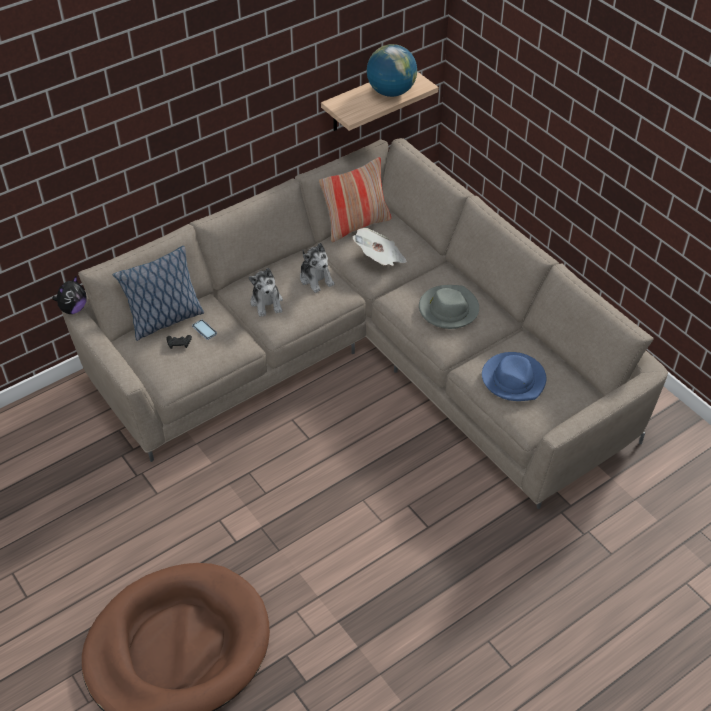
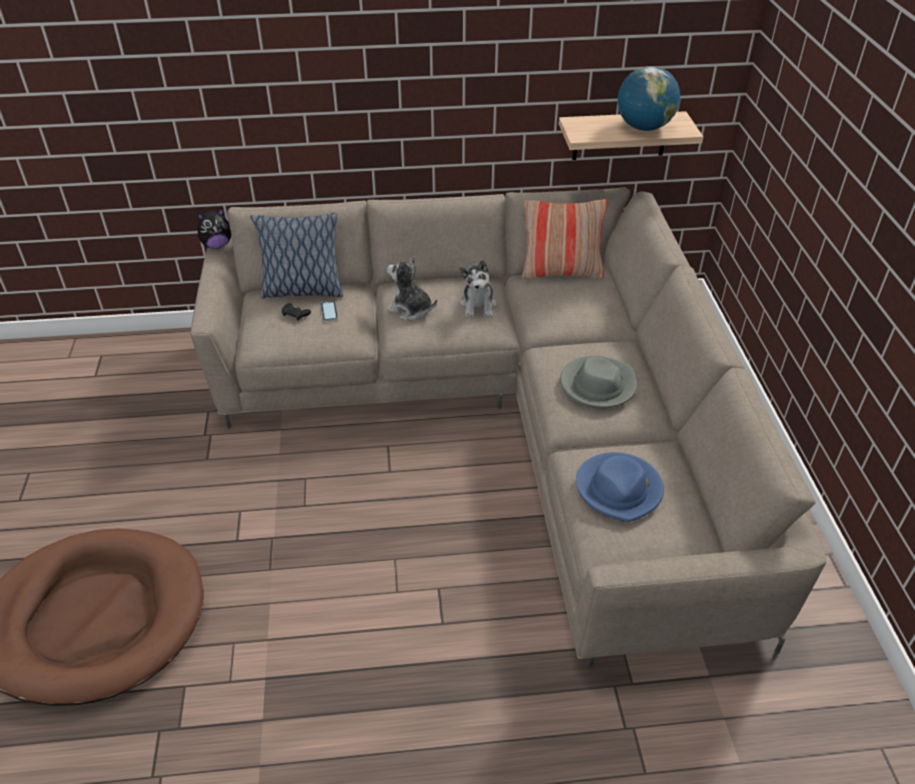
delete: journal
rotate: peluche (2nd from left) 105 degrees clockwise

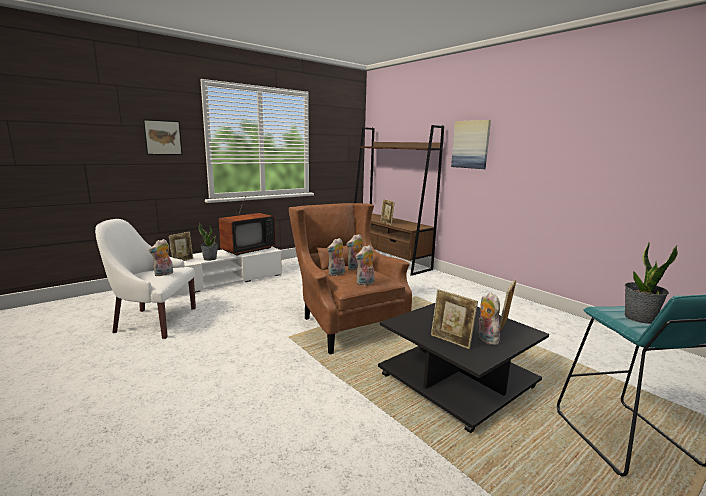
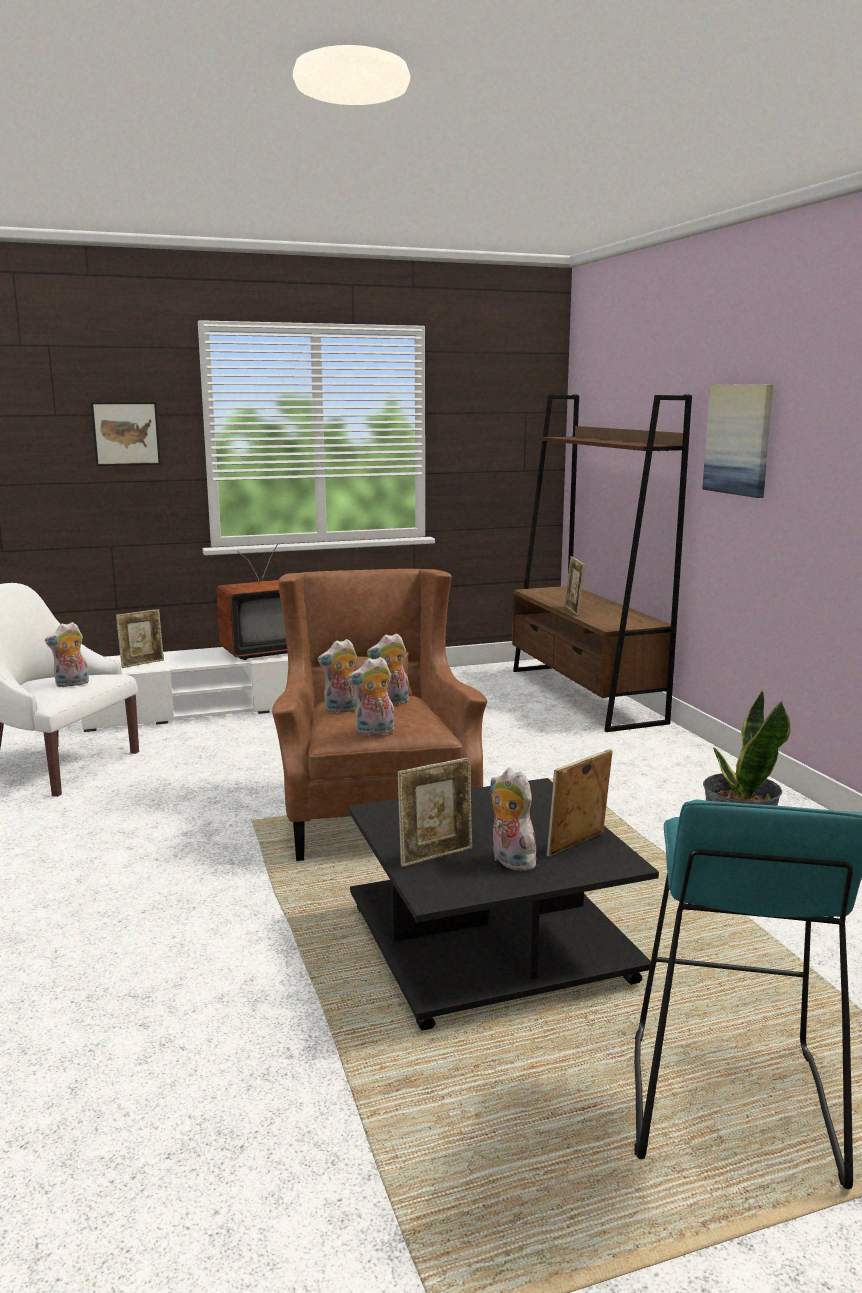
delete: plante en pot (1st from left)
rotate: cadre photo (3rd from left in the first image) 90 degrees counterclockwise; peluche (5th from left) 45 degrees counterclockwise

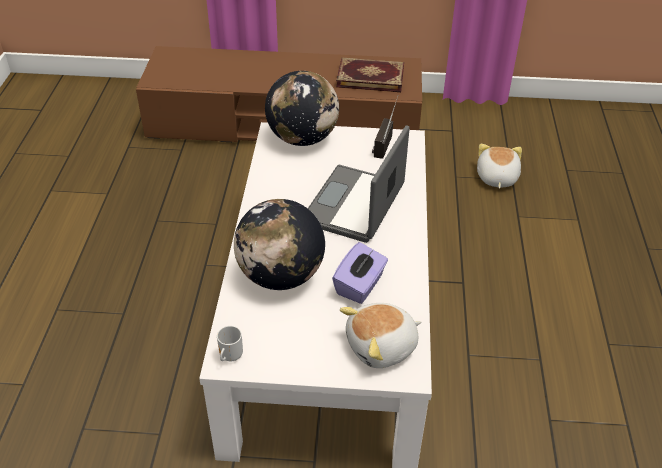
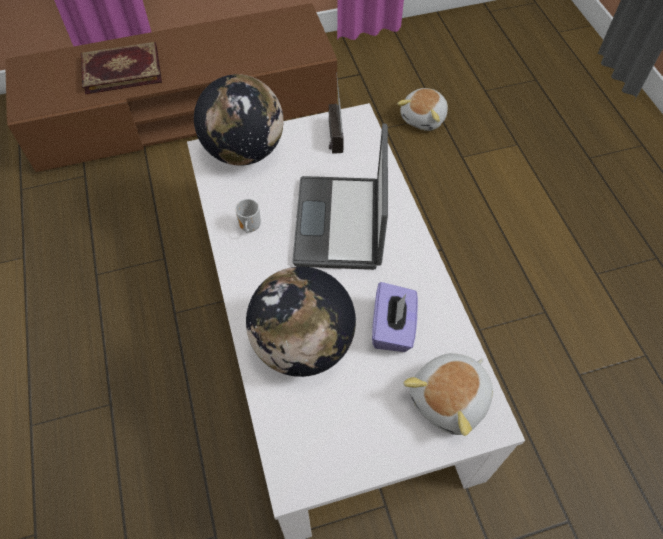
move: mug; livre
rotate: peluche (2nd from left in the first image) 135 degrees counterclockwise

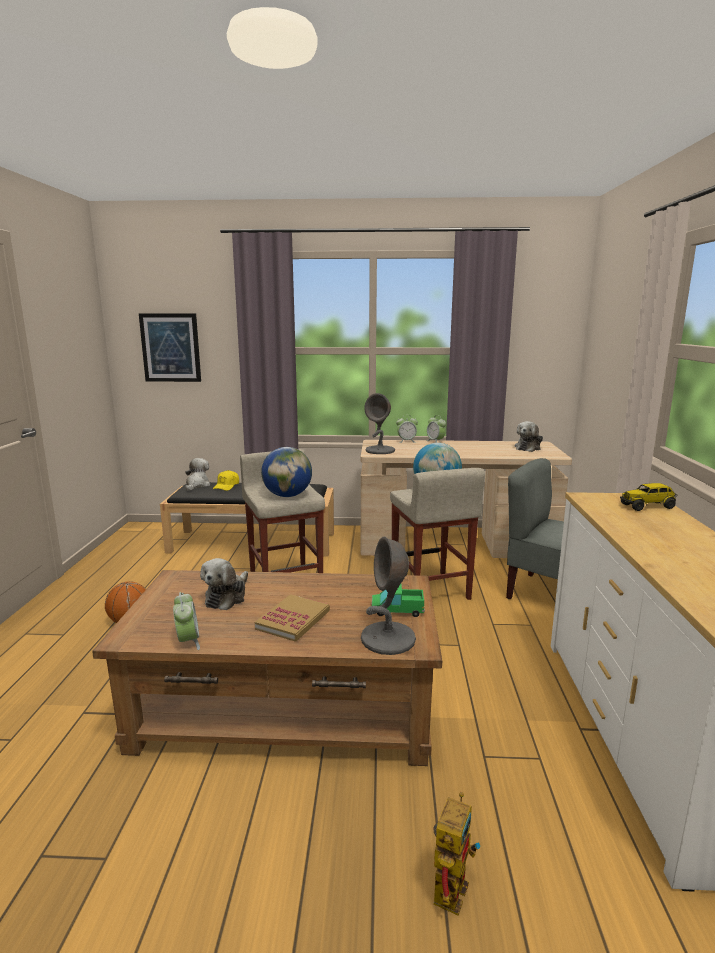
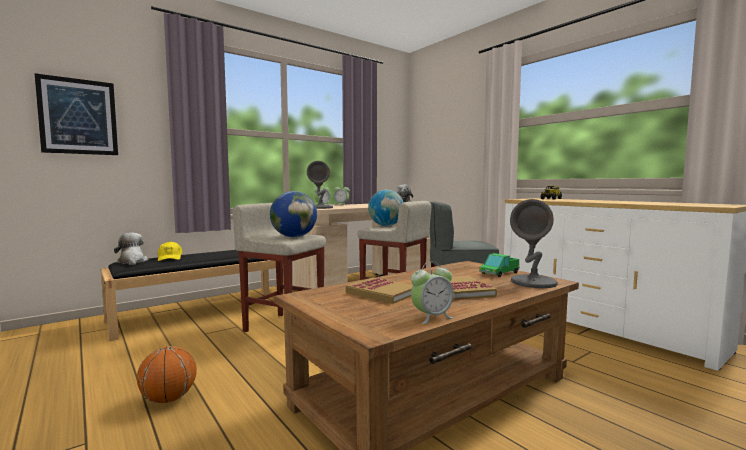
delete: robot jouet
replace: peluche (2nd from left) to livre (1st from left)
rotate: réveil (1st from left in the first image) 120 degrees clockwise

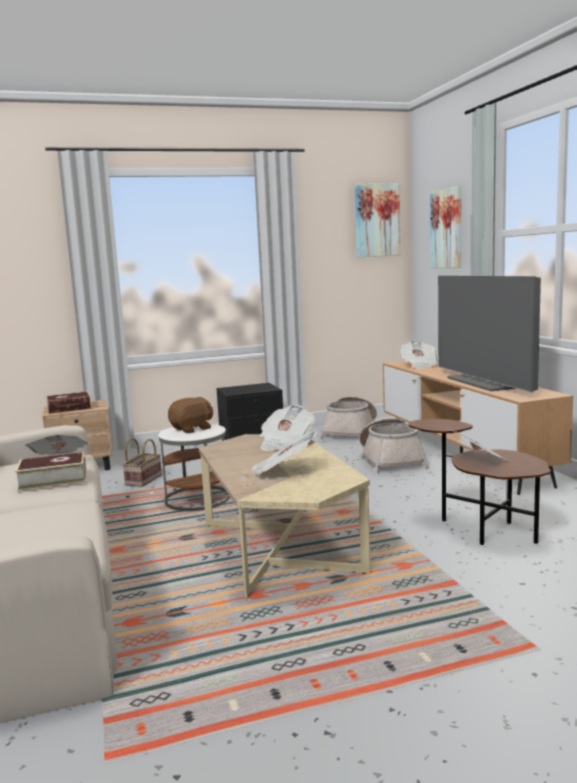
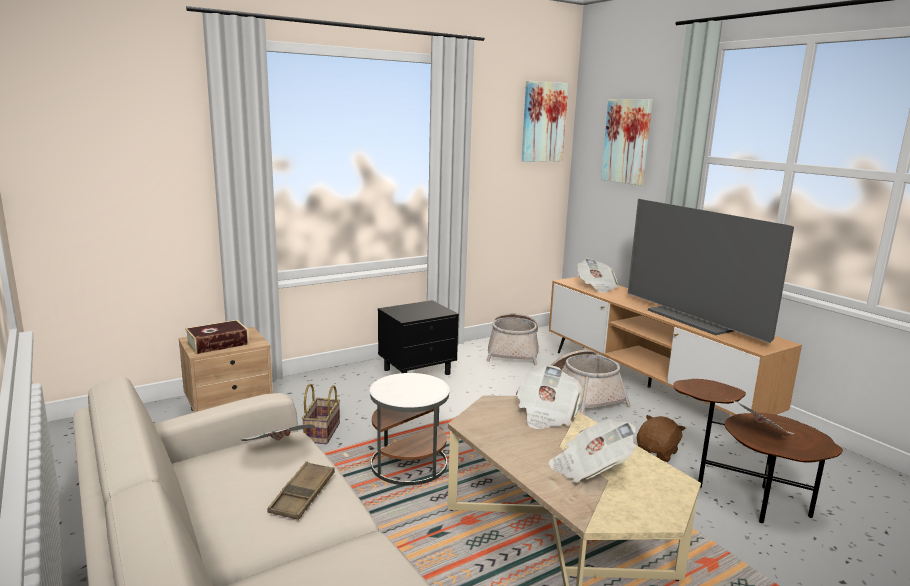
move: peluche [marron]
replace: livre (1st from left) to plateau [marron]

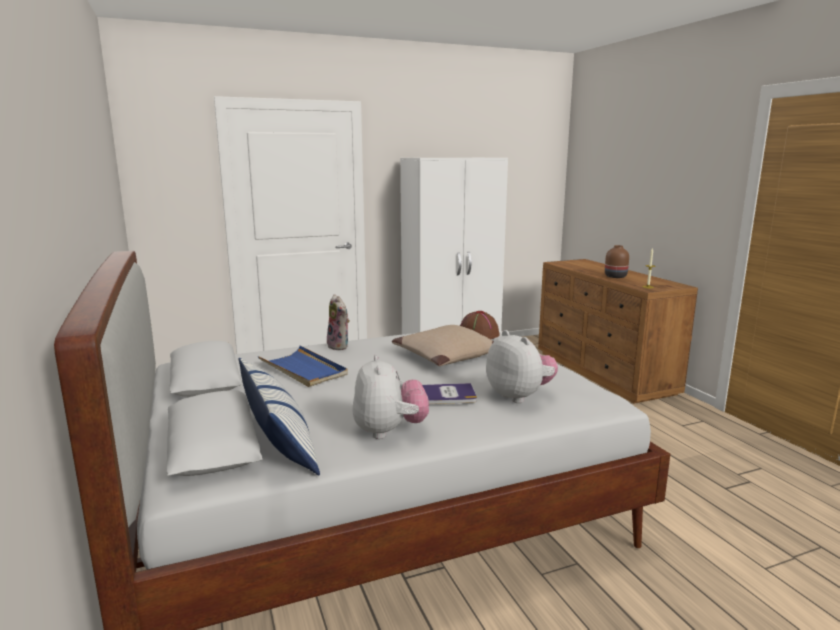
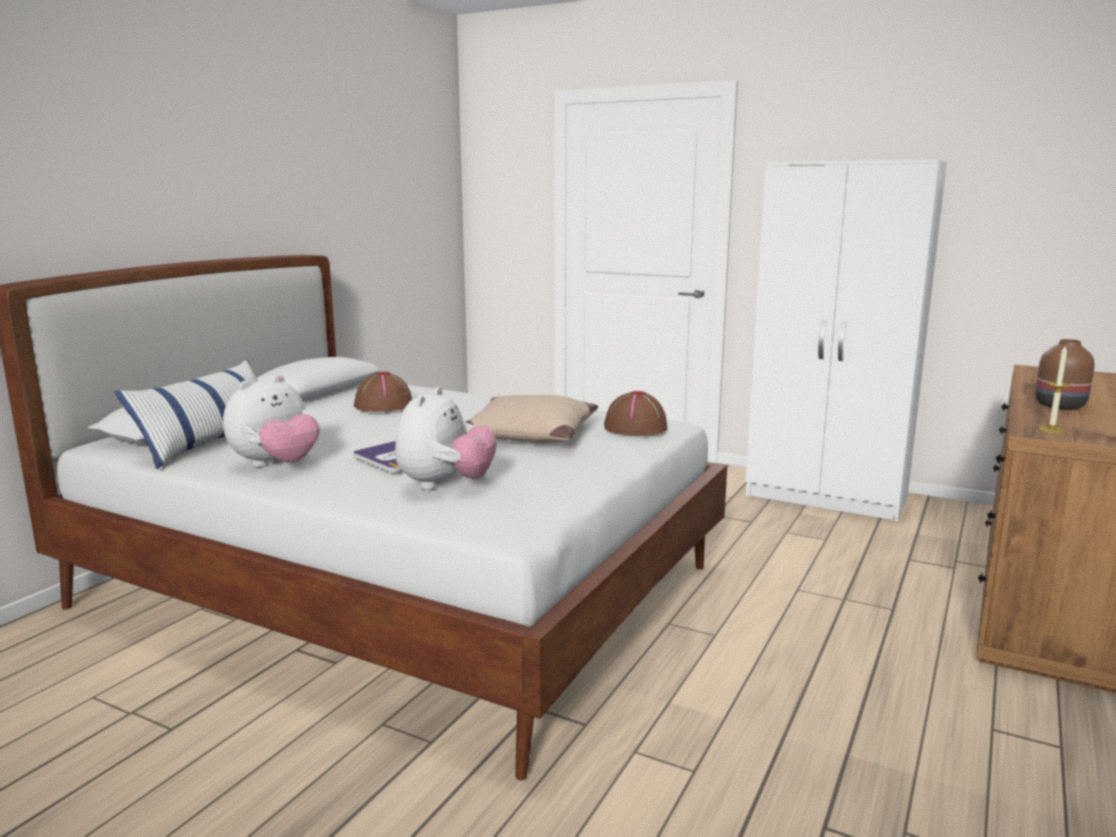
delete: peluche (1st from left)
replace: plateau [bleu] to chapeau [marron] (1st from left)

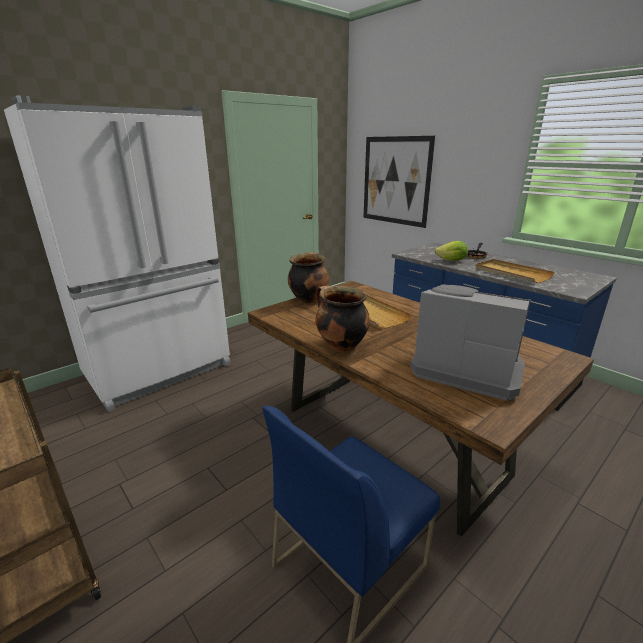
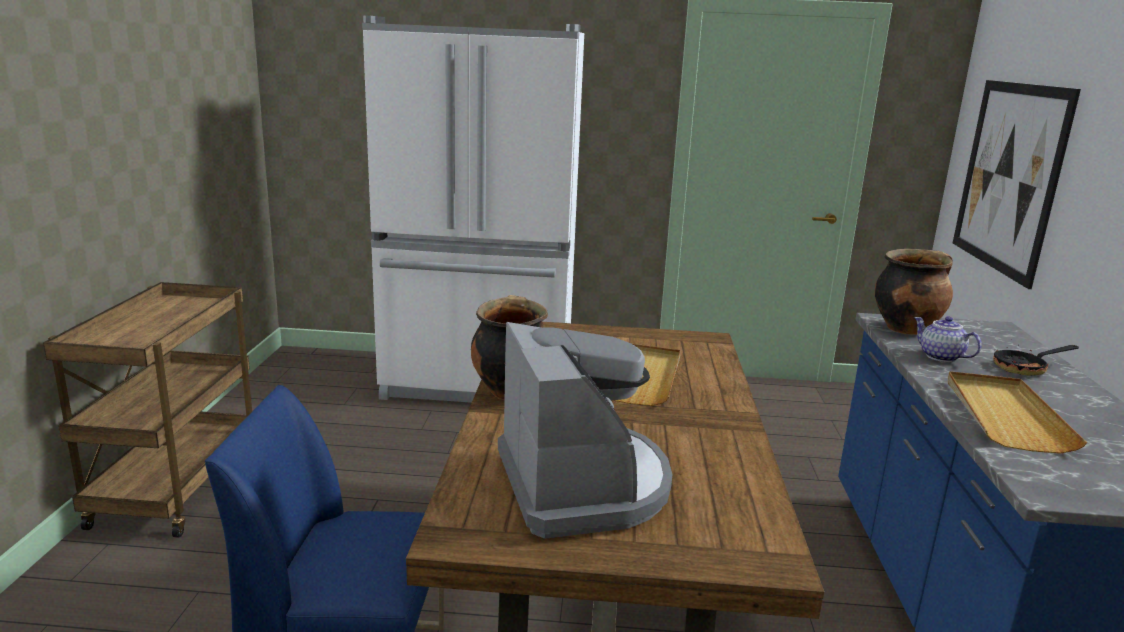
move: marmite (1st from left in the first image) to marmite (2nd from left)
replace: laitue to théière

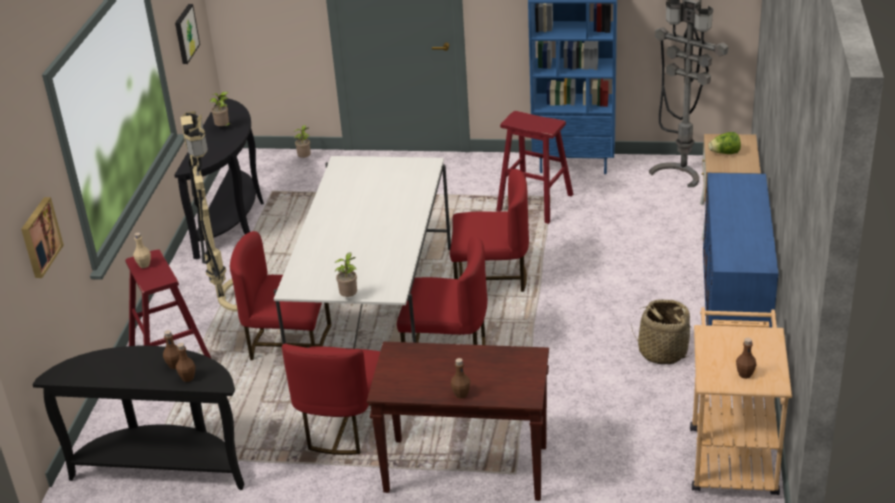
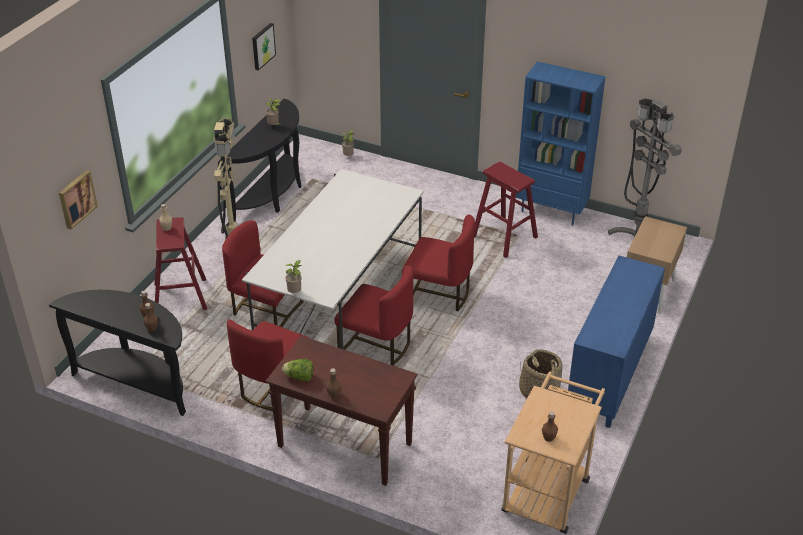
move: laitue

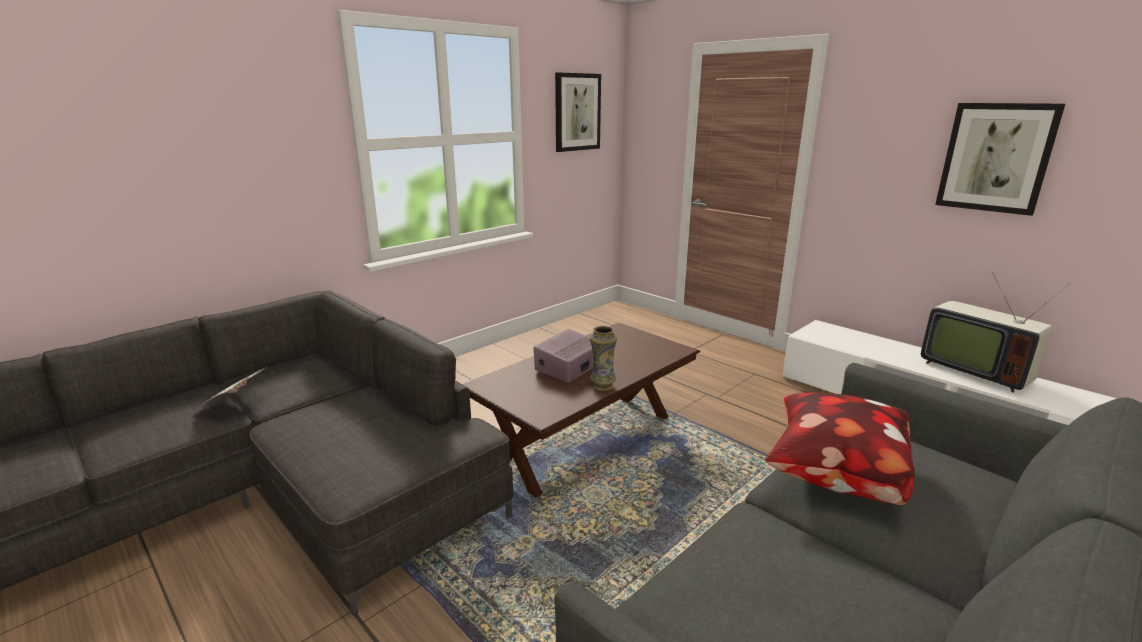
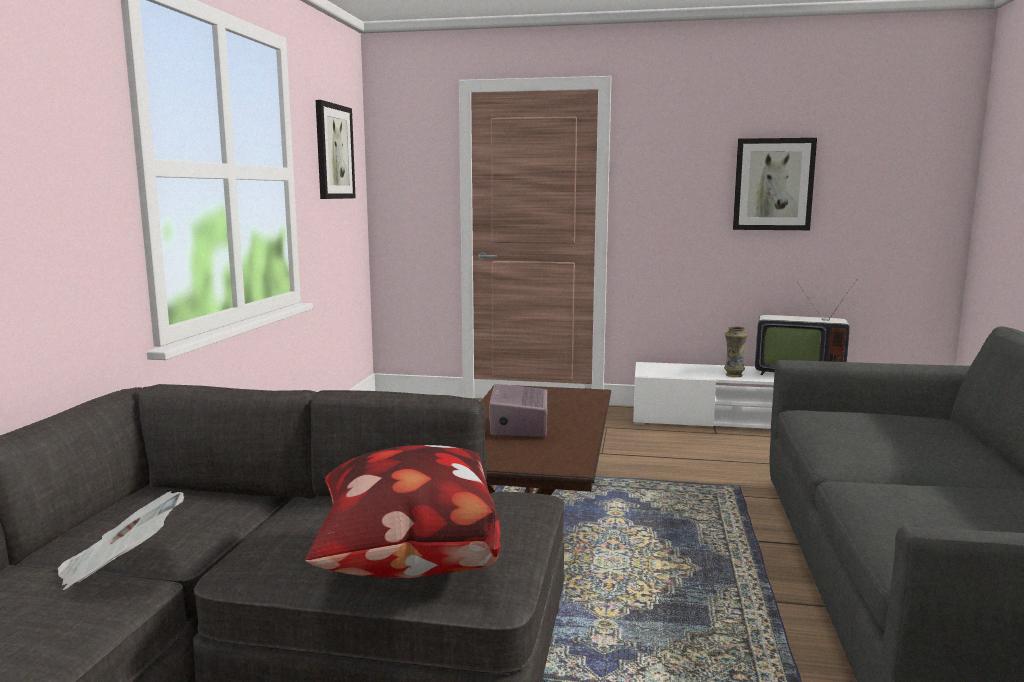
move: vase; coussin

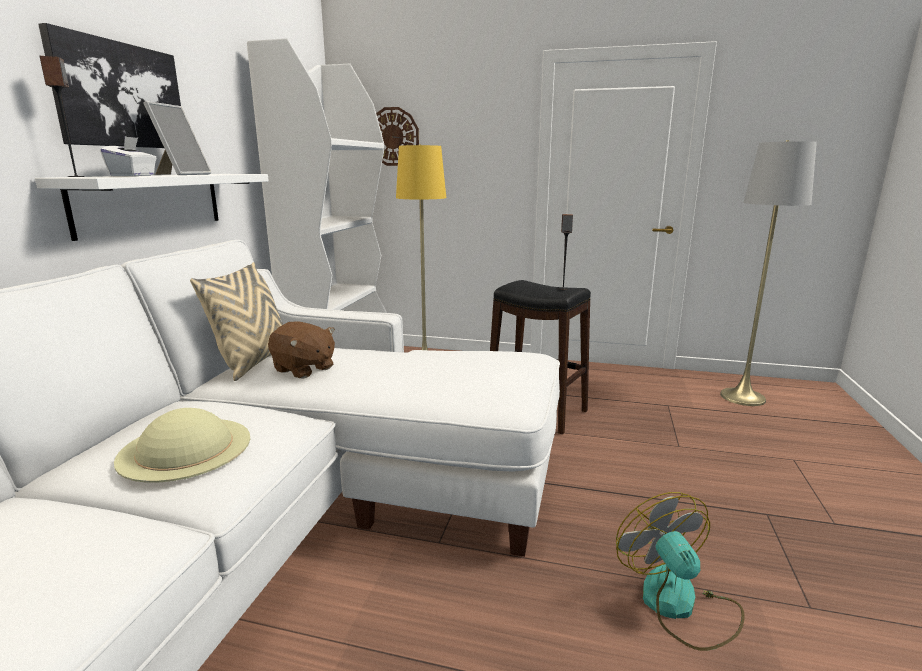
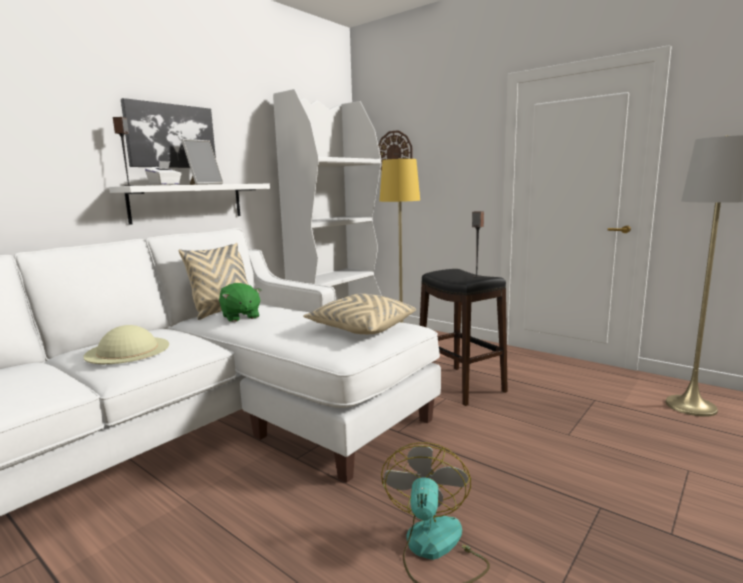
insert: coussin [beige] (2nd from left)
recolor: peluche [marron] to peluche [vert]

